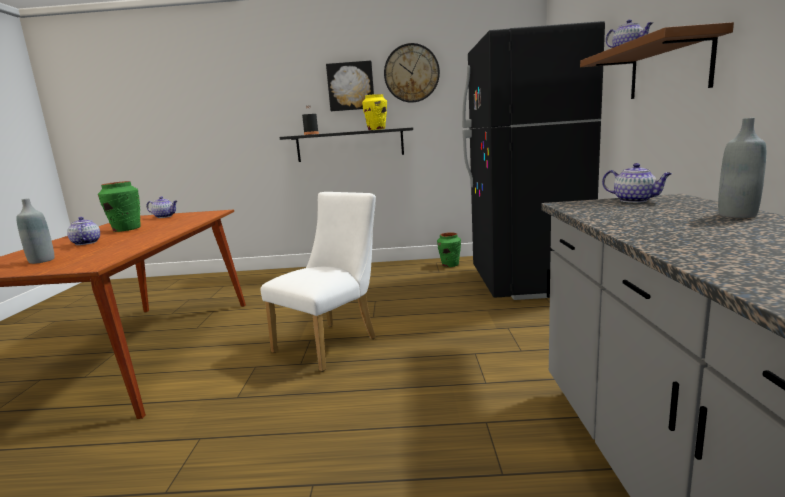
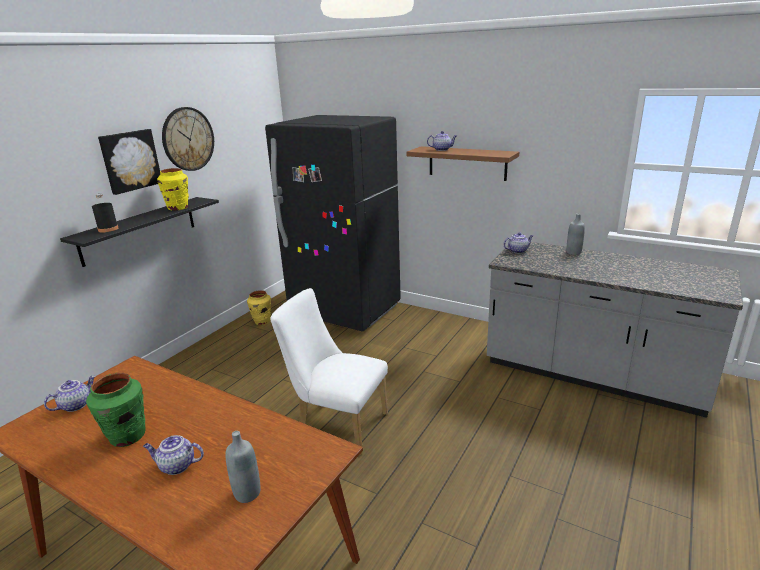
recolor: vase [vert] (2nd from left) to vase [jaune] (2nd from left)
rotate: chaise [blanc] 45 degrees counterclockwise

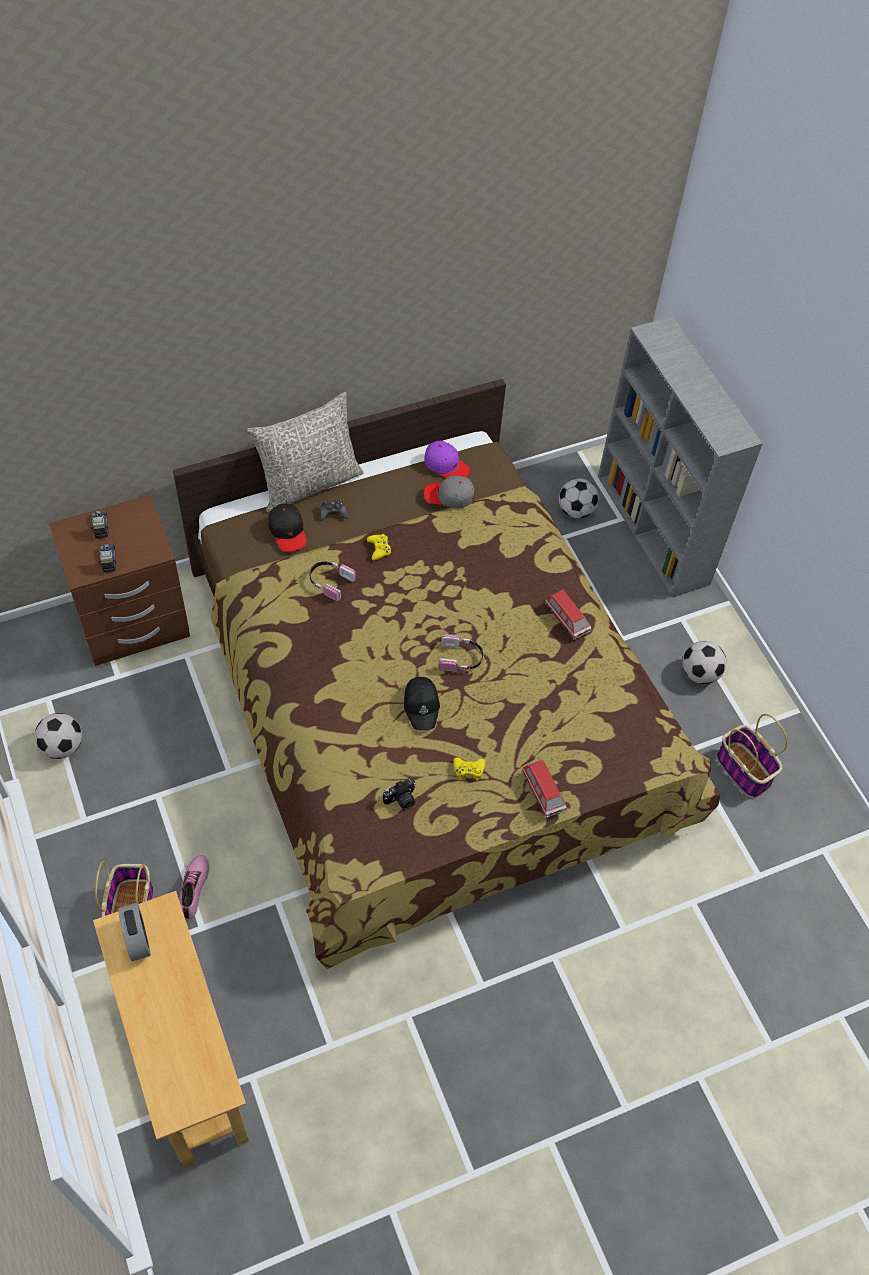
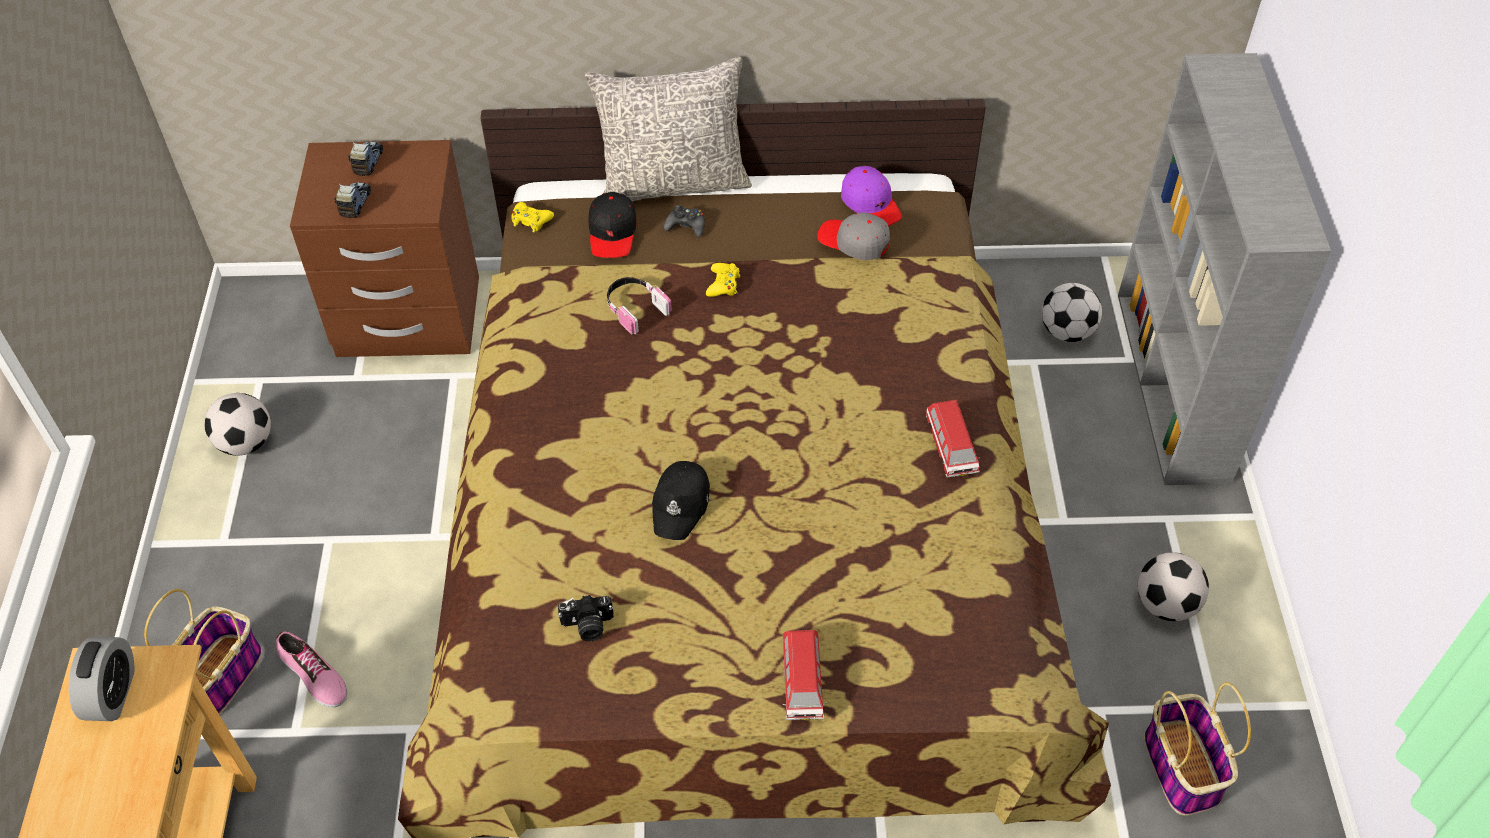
delete: casque audio (2nd from left)
move: manette [jaune] (2nd from left in the first image) to manette [jaune] (1st from left)
rotate: chaussure 105 degrees clockwise

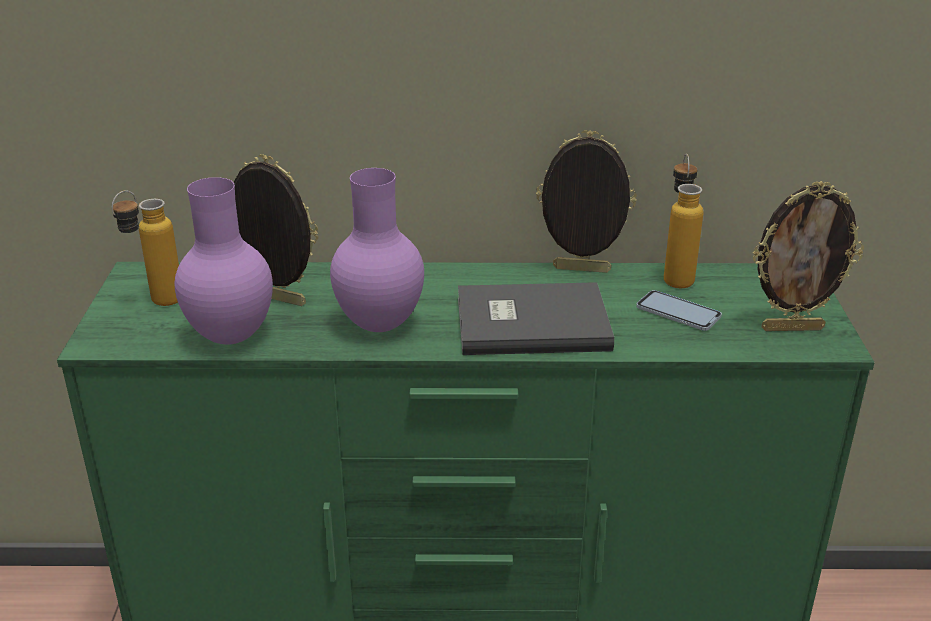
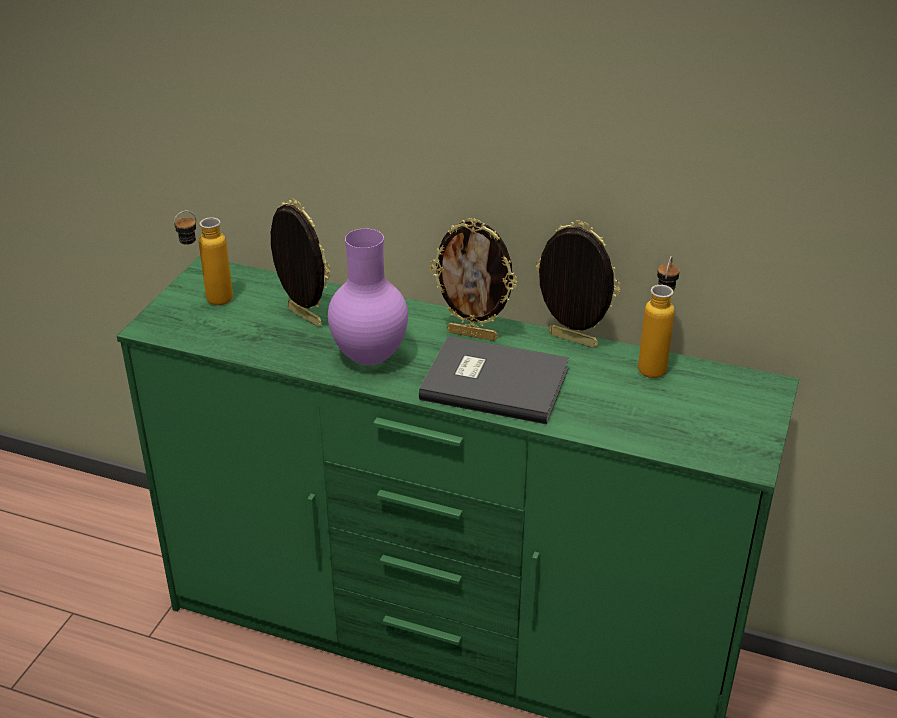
delete: vase [violet] (1st from left); téléphone
move: cadre photo (3rd from left in the first image) to cadre photo (2nd from left)

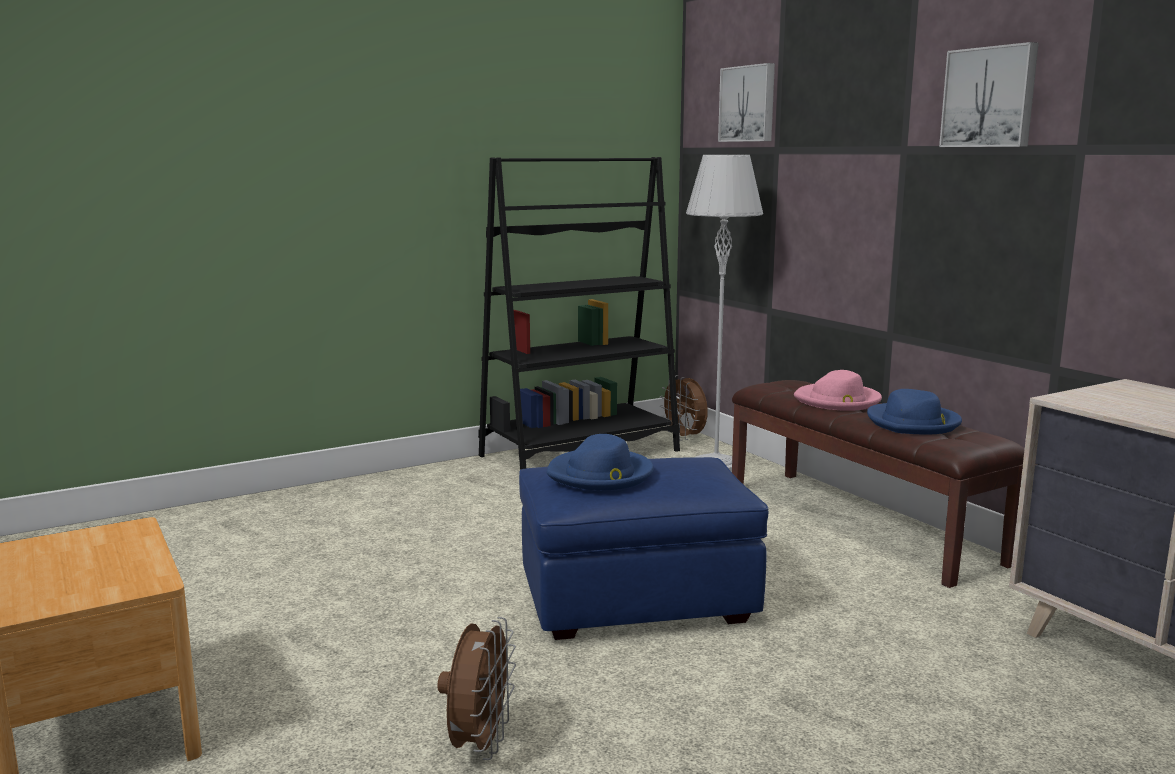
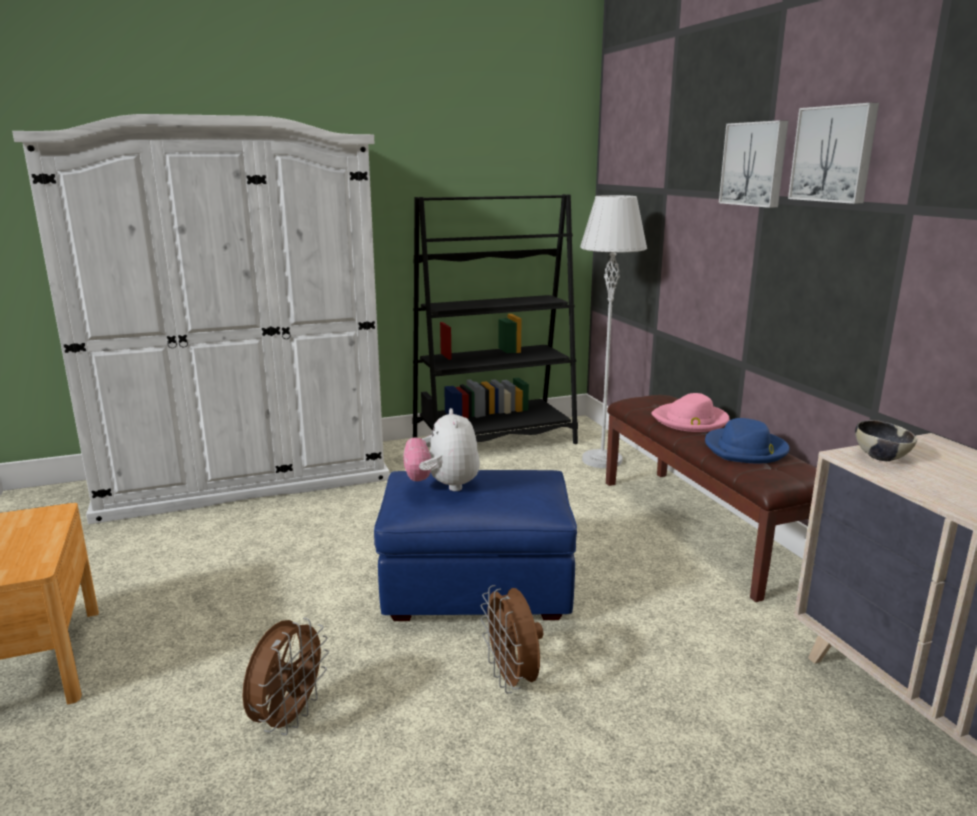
insert: armoire [blanc]; bol
move: ventilateur [marron] (2nd from left); tableau (1st from left)
replace: chapeau [bleu] (1st from left) to peluche

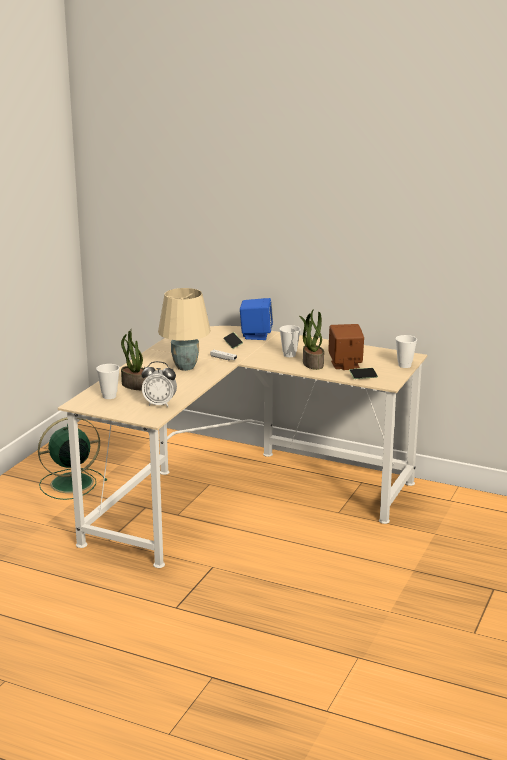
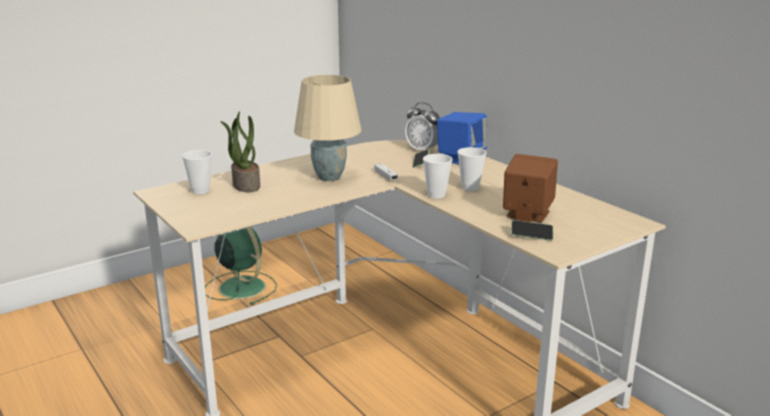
delete: plante en pot (2nd from left)
move: réveil; tasse (3rd from left in the first image) to tasse (2nd from left)
rotate: ventilateur [vert] 45 degrees clockwise

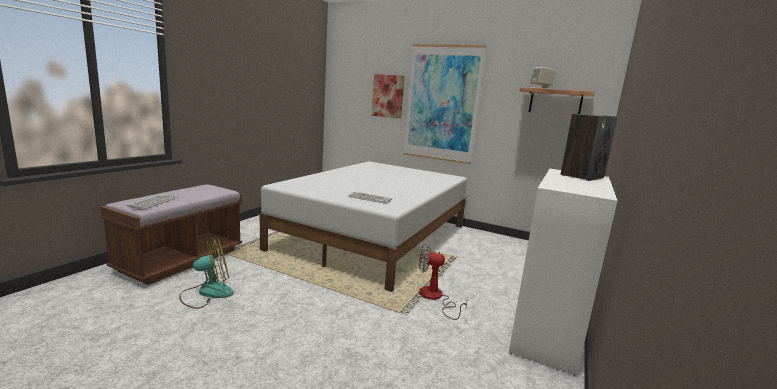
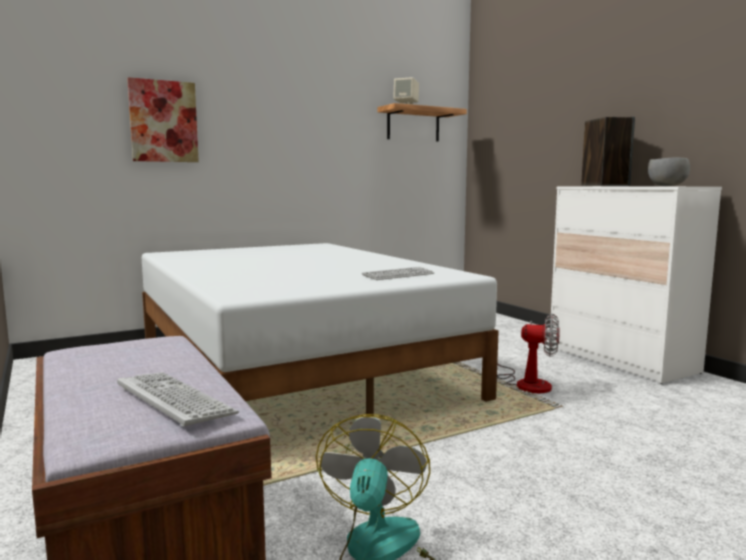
delete: tableau (2nd from left)
insert: bol [gris]
rotate: ventilateur (2nd from left) 120 degrees counterclockwise

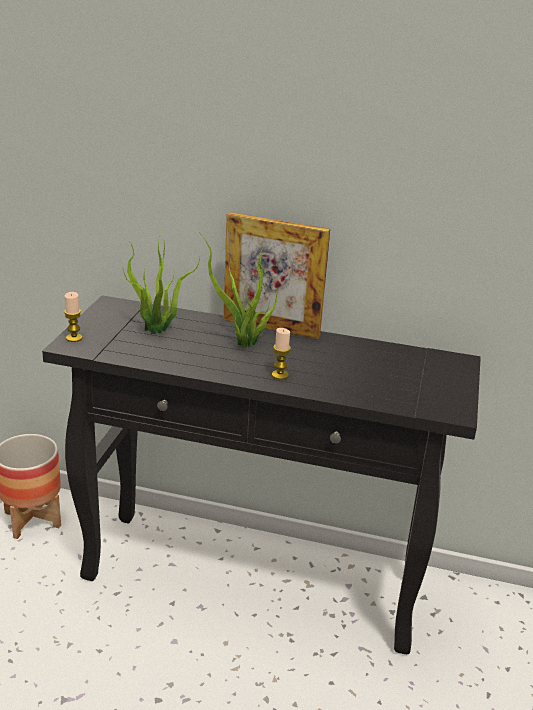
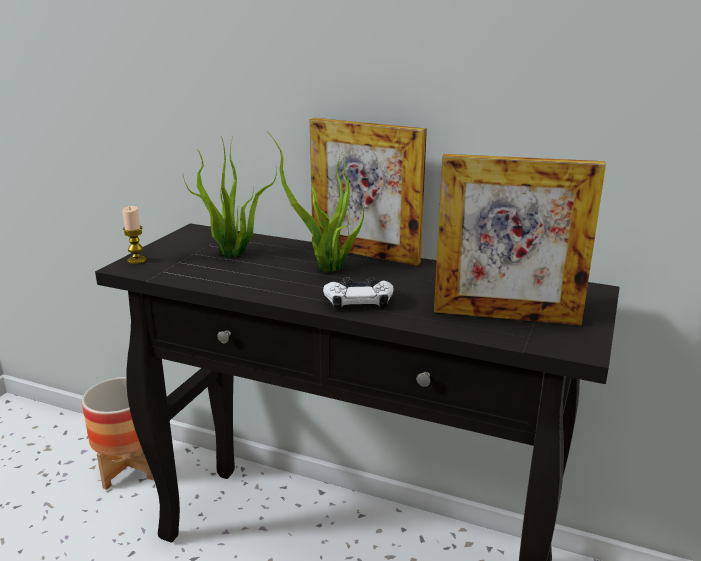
insert: cadre photo (2nd from left)
replace: bougie (2nd from left) to manette [blanc]

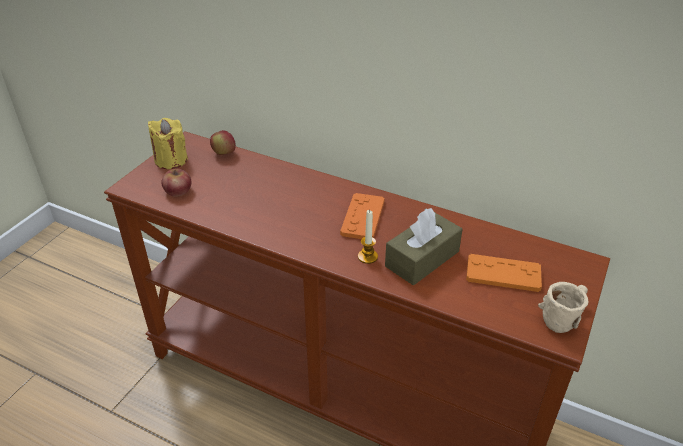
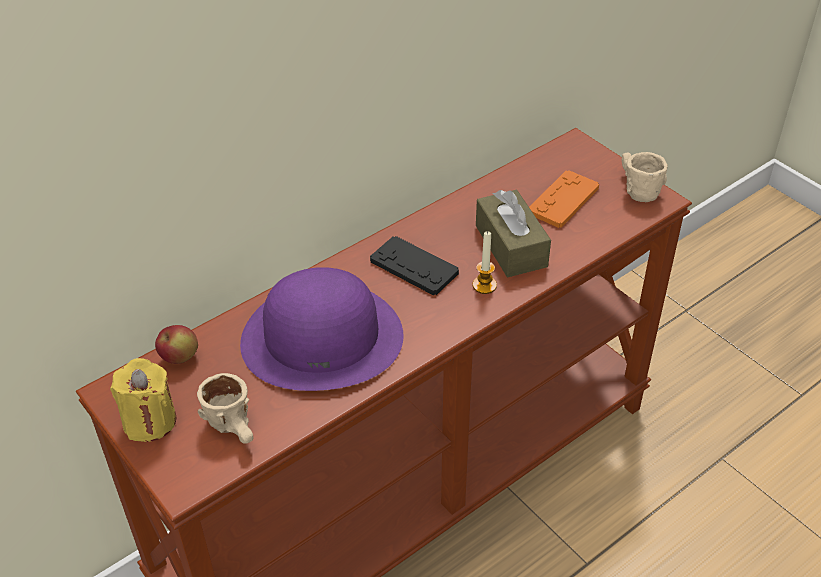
insert: chapeau [violet]
replace: pomme (1st from left) to mug [beige] (1st from left)
recolor: manette [orange] (1st from left) to manette [noir]

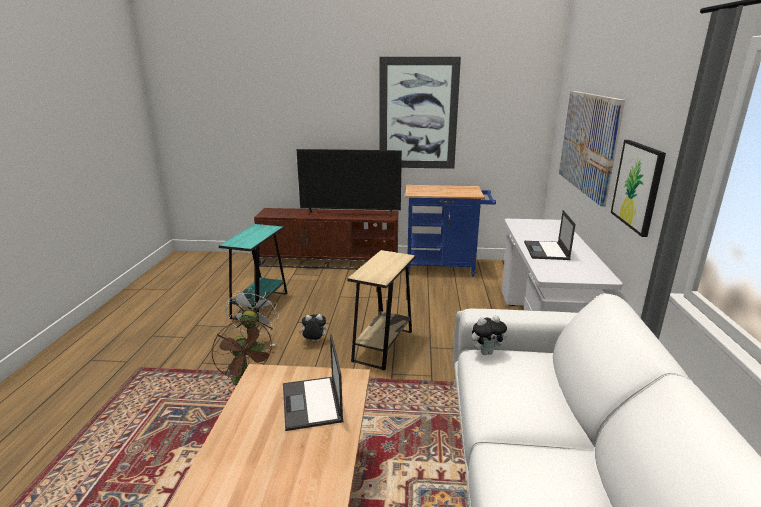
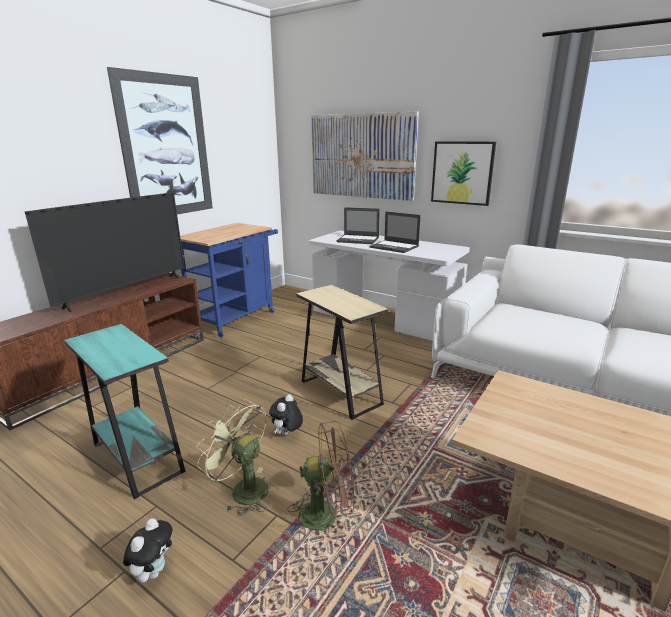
move: ordinateur portable (1st from left); peluche (2nd from left in the first image) to peluche (1st from left)
recolor: ventilateur [blanc] to ventilateur [vert]

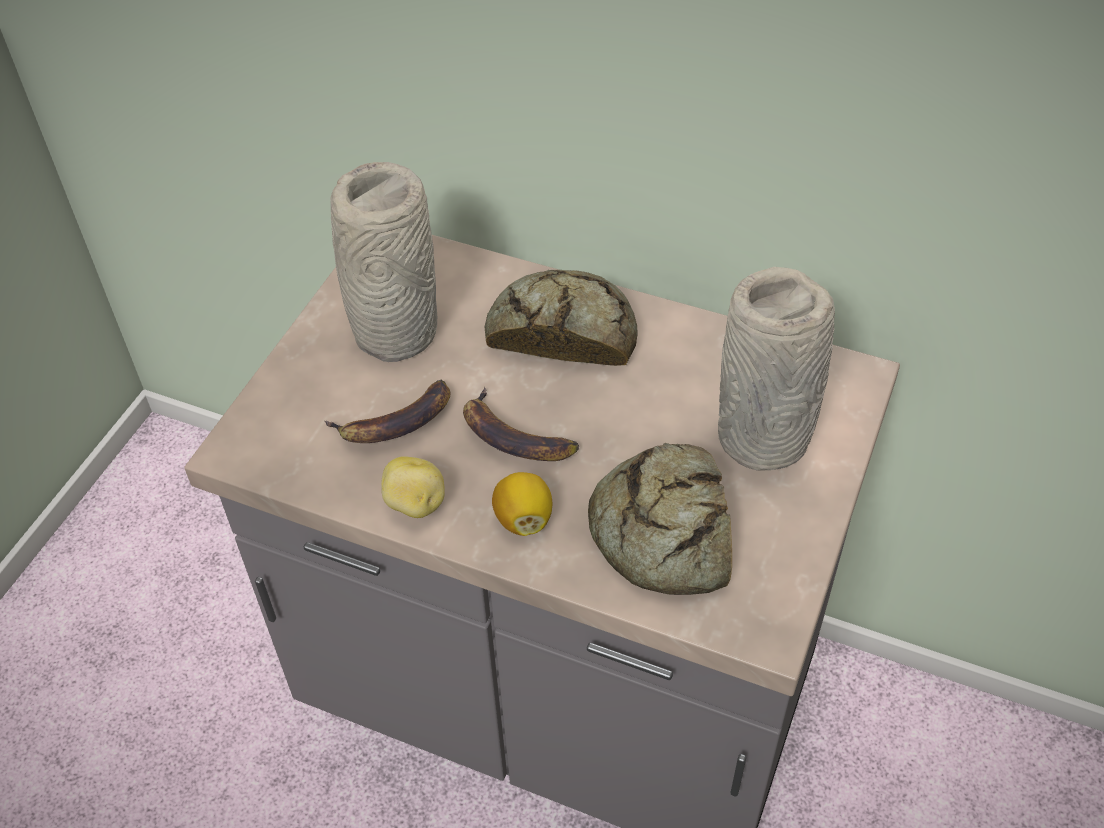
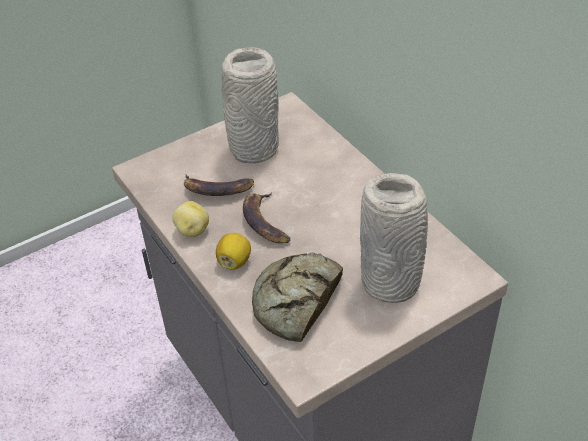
delete: pain (1st from left)

